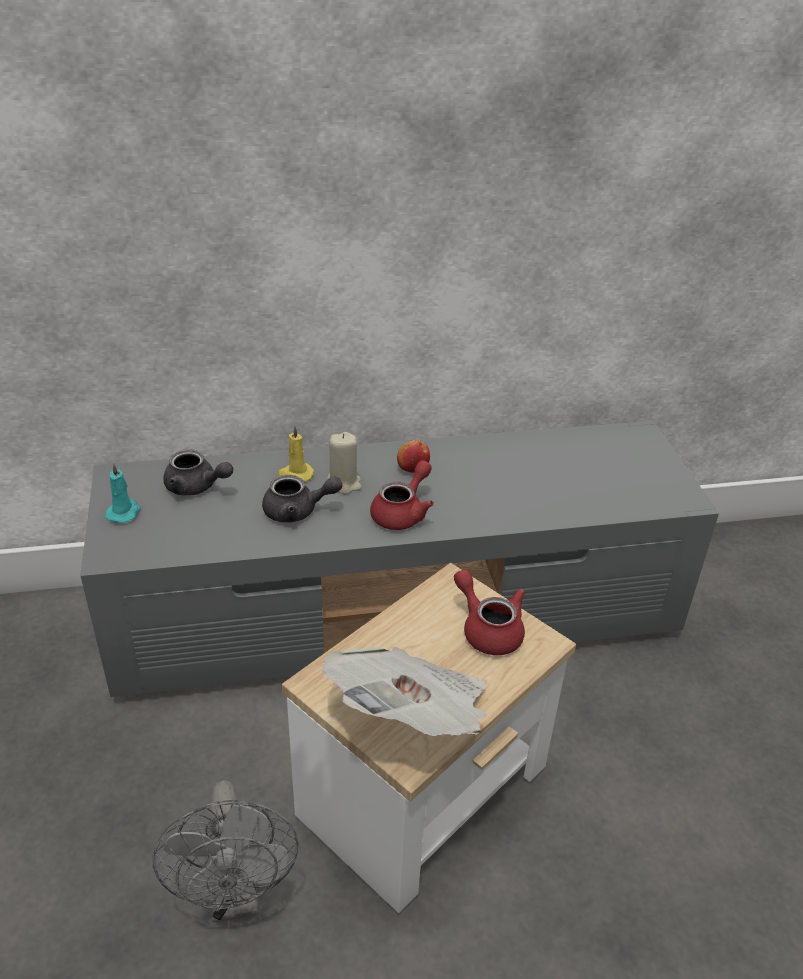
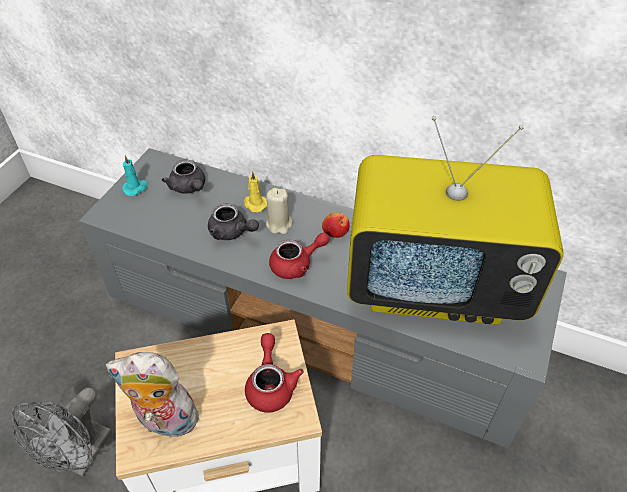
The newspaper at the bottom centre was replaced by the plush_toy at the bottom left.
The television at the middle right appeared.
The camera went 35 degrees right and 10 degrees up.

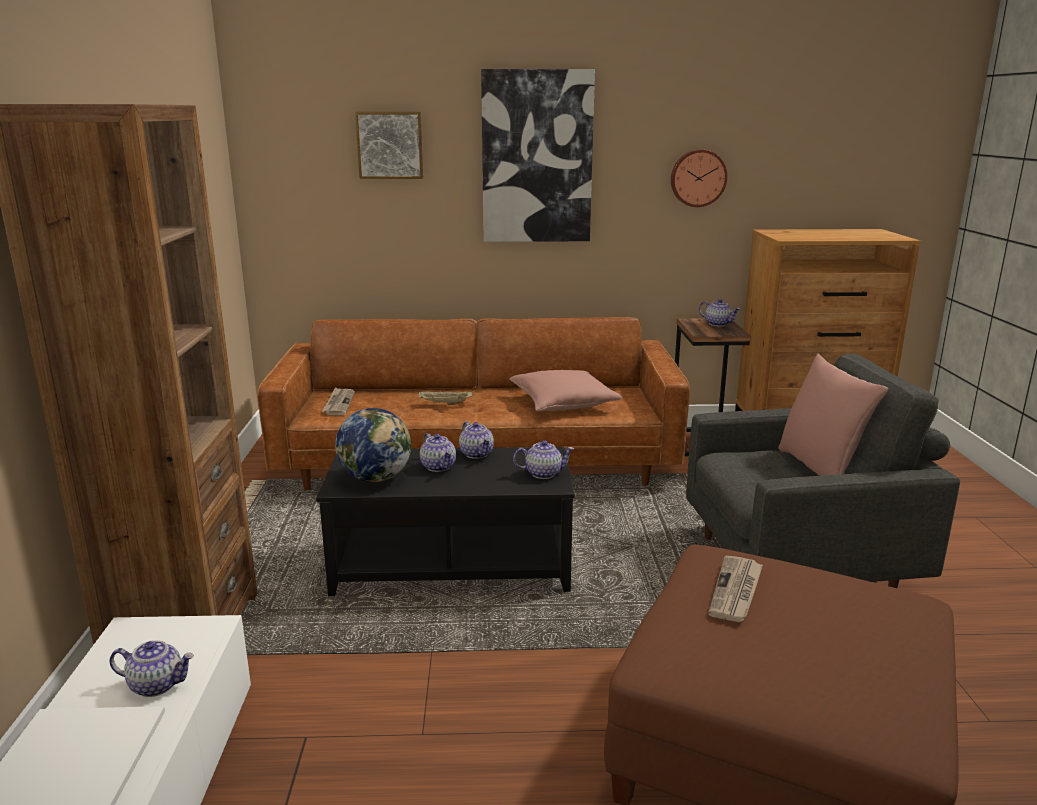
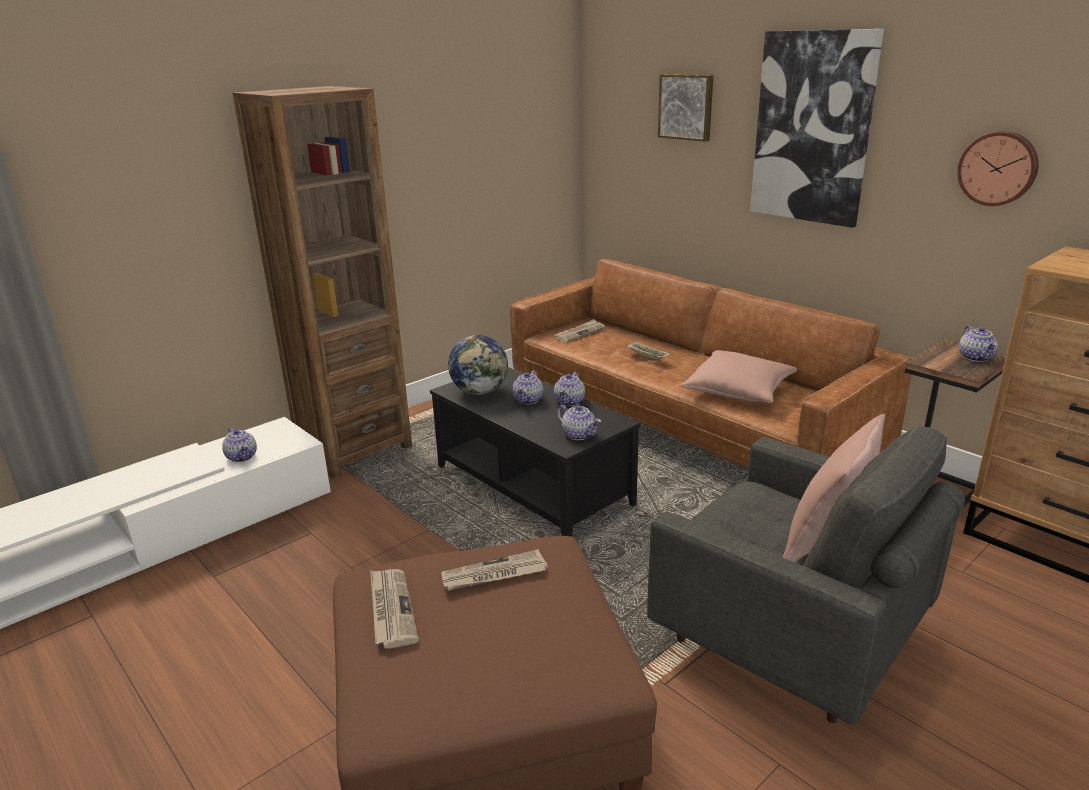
The newspaper (1st from left) at the bottom centre appeared.
The camera went 50 degrees right and 5 degrees up.

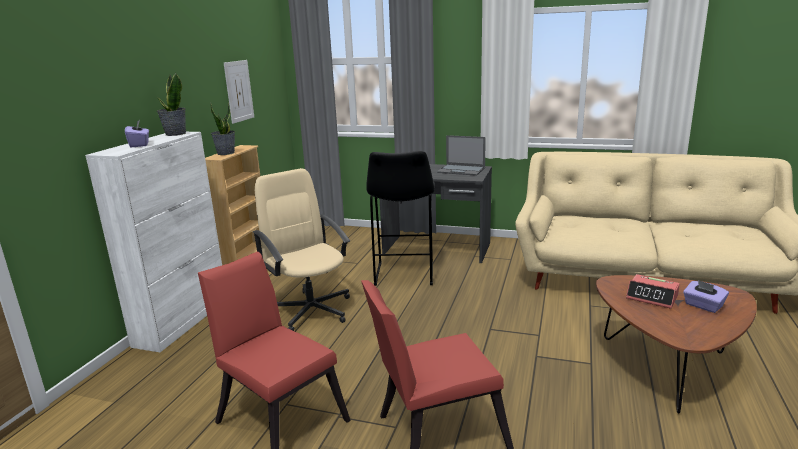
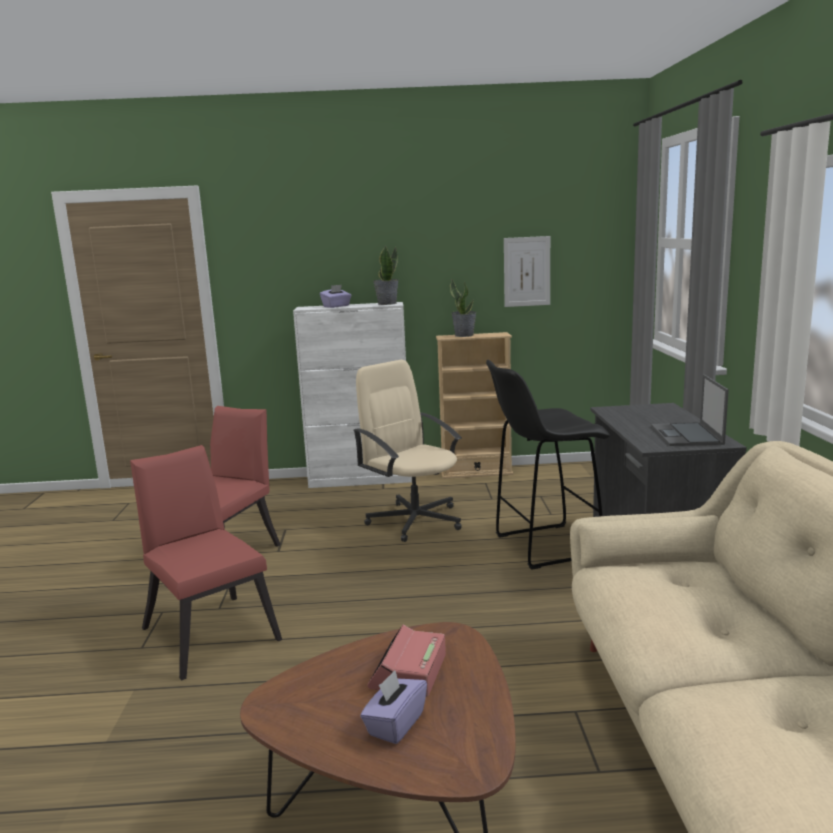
The beige_office_chair at the centre turned 75 degrees counterclockwise.
The camera went 70 degrees right and 5 degrees down.

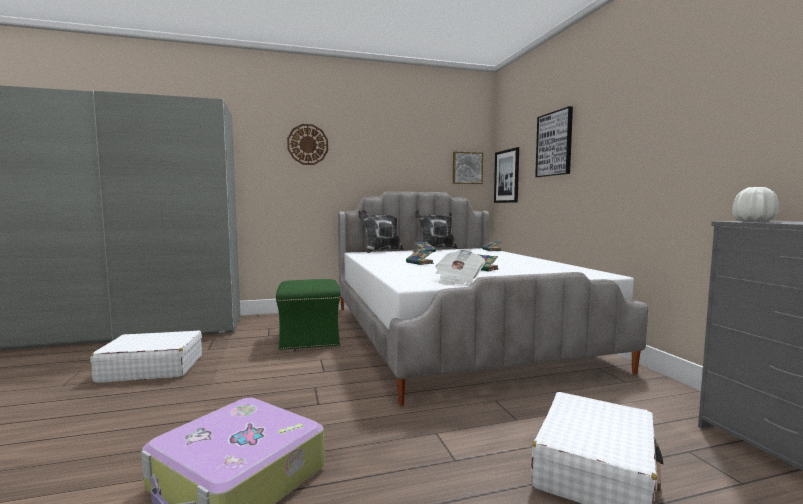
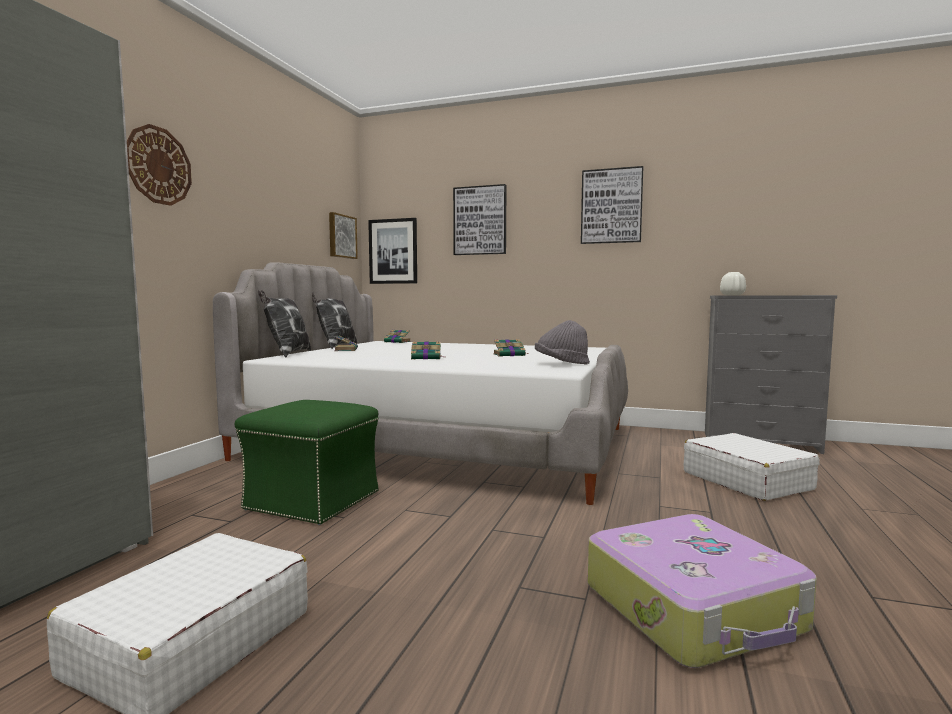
The newspaper at the centre was replaced by the grey_hat at the centre.
The picture (4th from left) at the top centre appeared.
The camera went 55 degrees left and 0 degrees up.

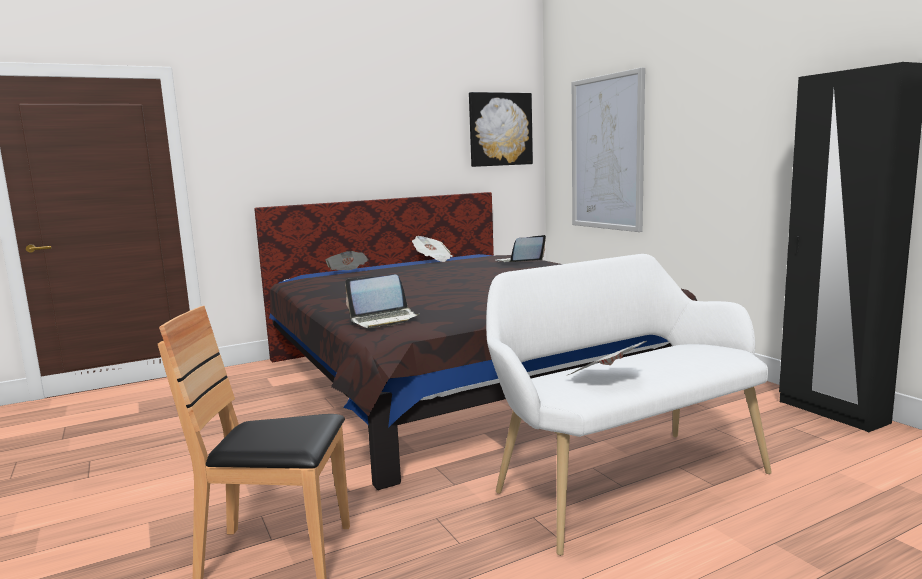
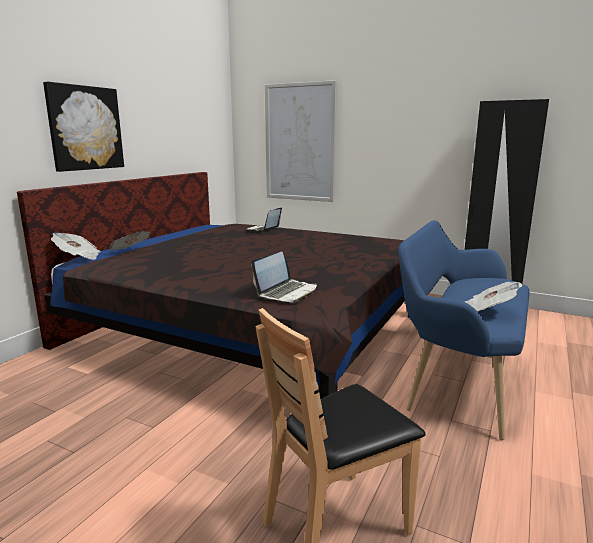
The newspaper (2nd from left in the first image) moved from the centre to the middle left.
The picture (1st from left) moved from the top centre to the top left.
The white_bench at the bottom right became the blue_bench at the middle right.
The camera went 35 degrees left and 5 degrees up.

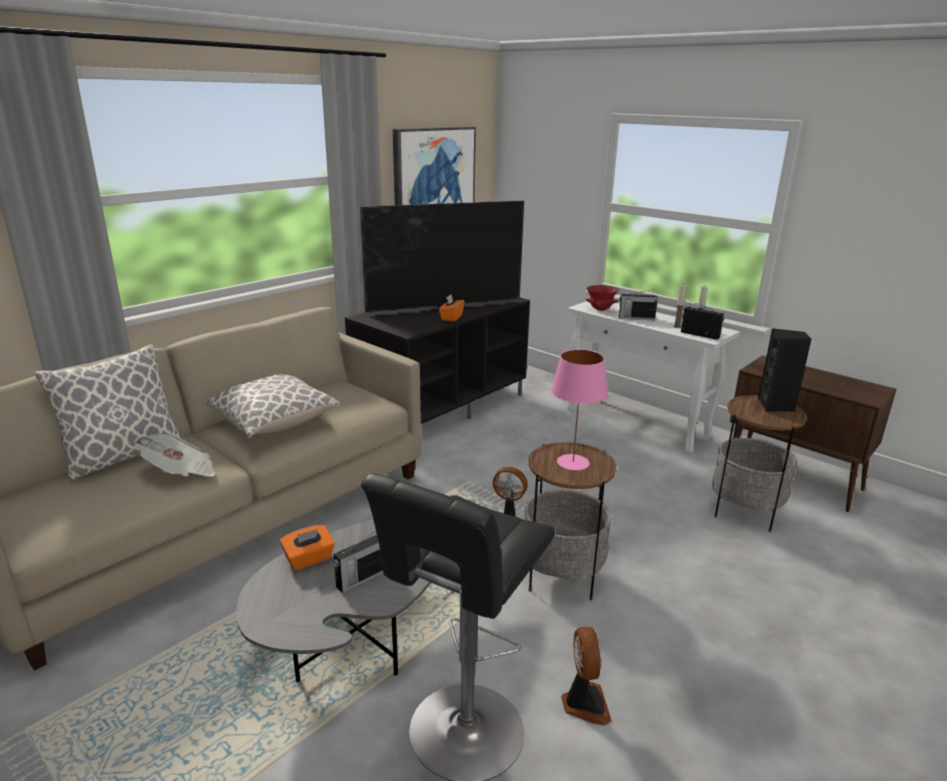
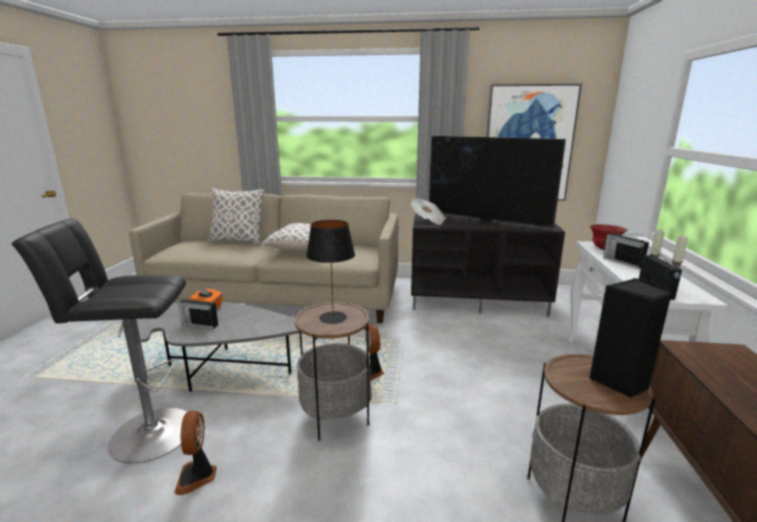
The newspaper moved from the middle left to the centre.
The orange_tissue_box (2nd from left) at the centre disappeared.
The pink_table_lamp at the centre became the black_table_lamp at the centre.
The fan (2nd from left in the first image) at the bottom centre turned 120 degrees clockwise.
The camera went 55 degrees right and 5 degrees down.

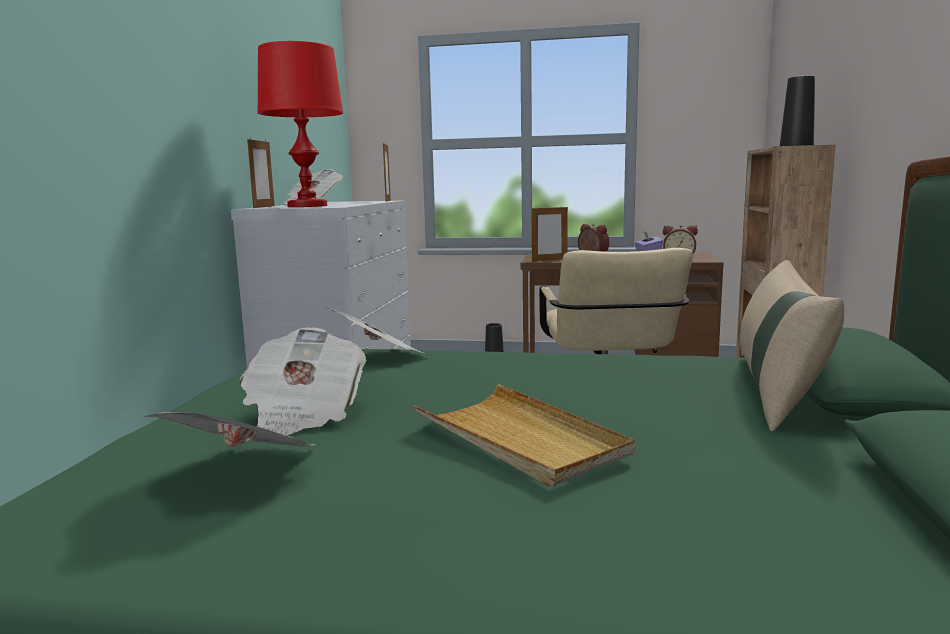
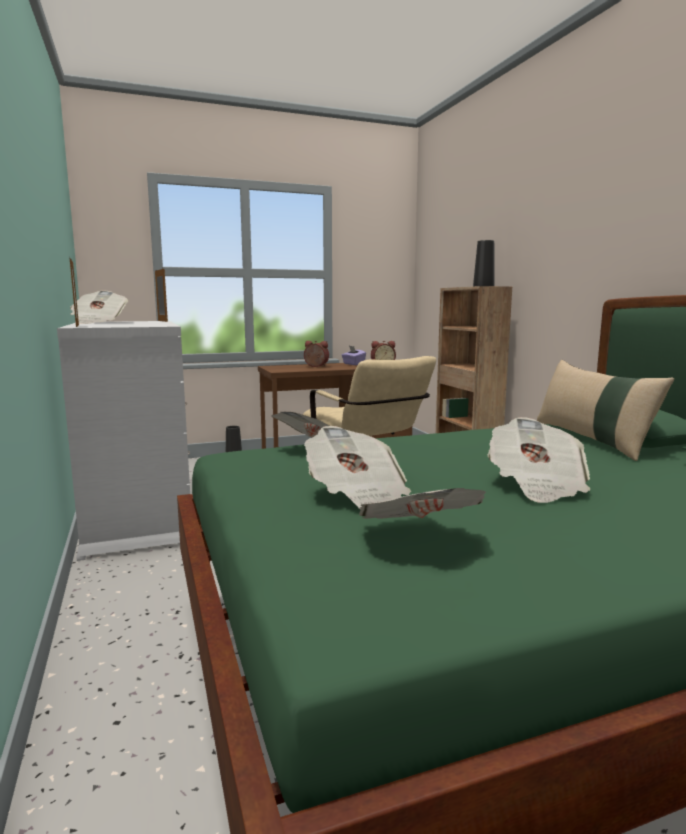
The red_table_lamp at the top left disappeared.
The beige_tray at the bottom centre was replaced by the newspaper (5th from left) at the middle right.
The picture_frame (3rd from left) at the centre disappeared.
The camera went 30 degrees left and 0 degrees up.

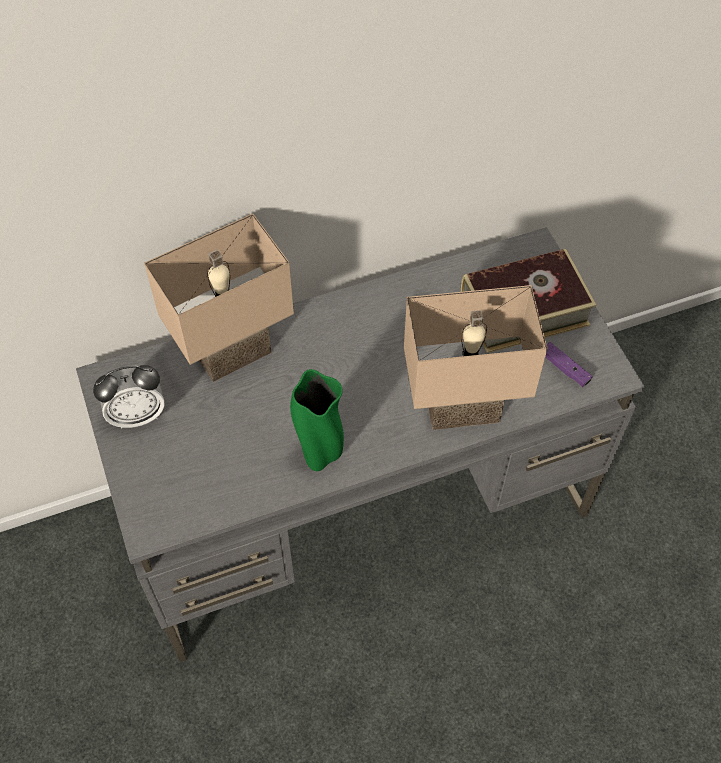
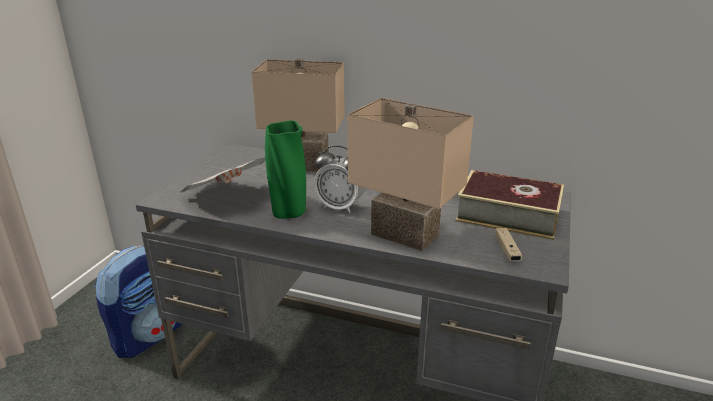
The alarm_clock moved from the middle left to the centre.
The purple_game_controller at the middle right became the beige_game_controller at the middle right.
The backpack at the bottom left appeared.
The newspaper at the middle left appeared.
The camera went 40 degrees right and 30 degrees down.

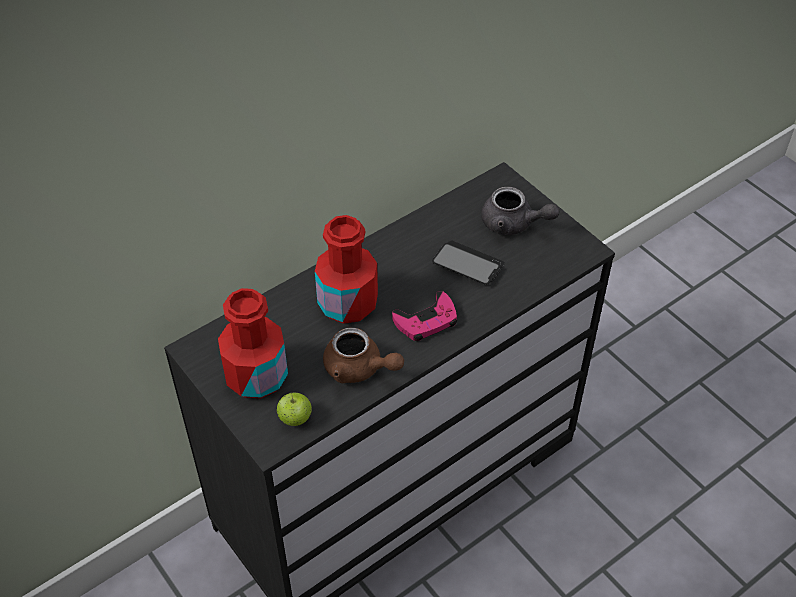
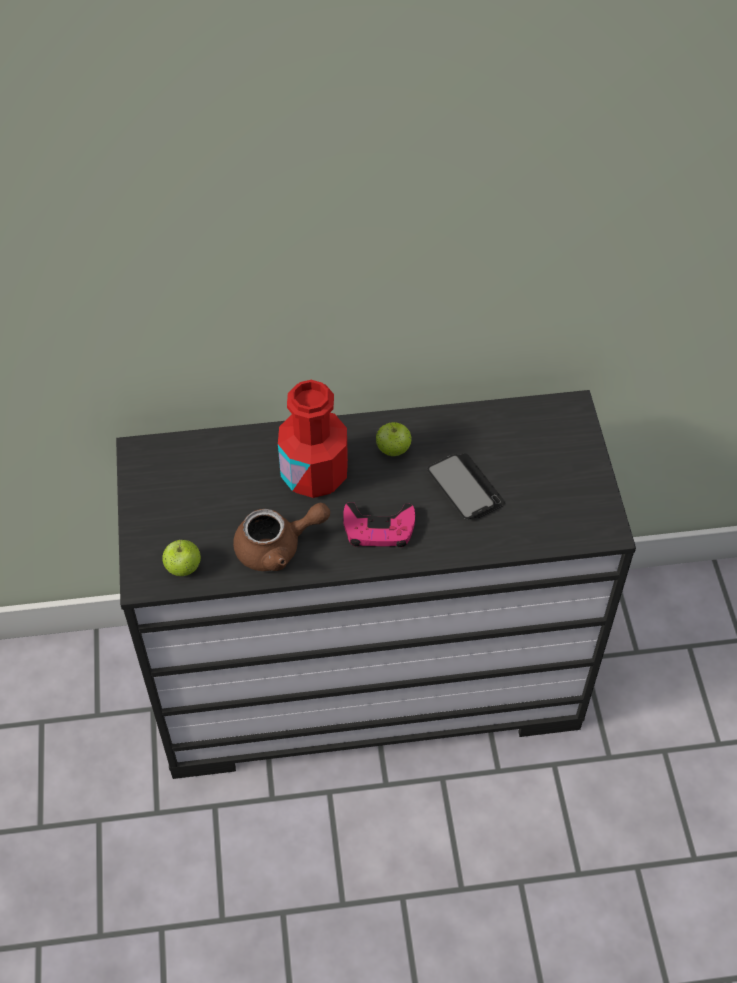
The red_bottle (1st from left) at the middle left disappeared.
The brown_teapot at the centre turned 75 degrees counterclockwise.
The grey_teapot at the centre disappeared.
The apple (2nd from left) at the centre appeared.
The camera went 30 degrees right and 5 degrees up.

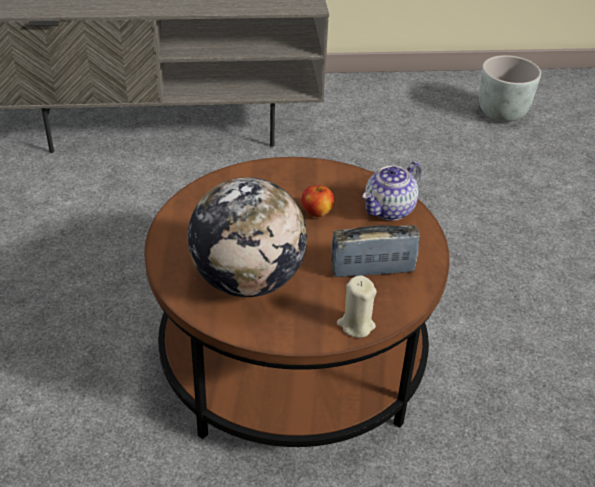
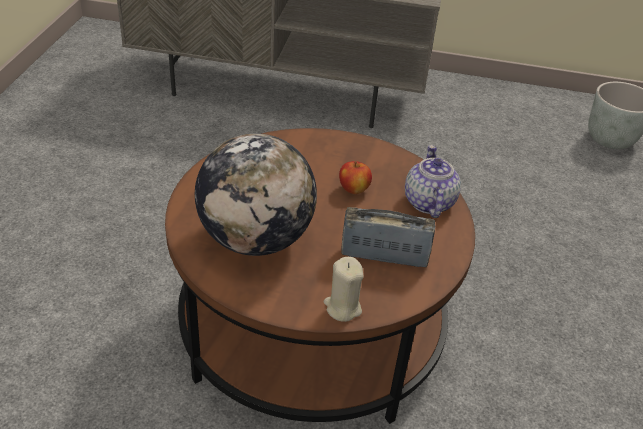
The teapot at the centre turned 120 degrees clockwise.
The camera went 15 degrees right and 0 degrees up.

